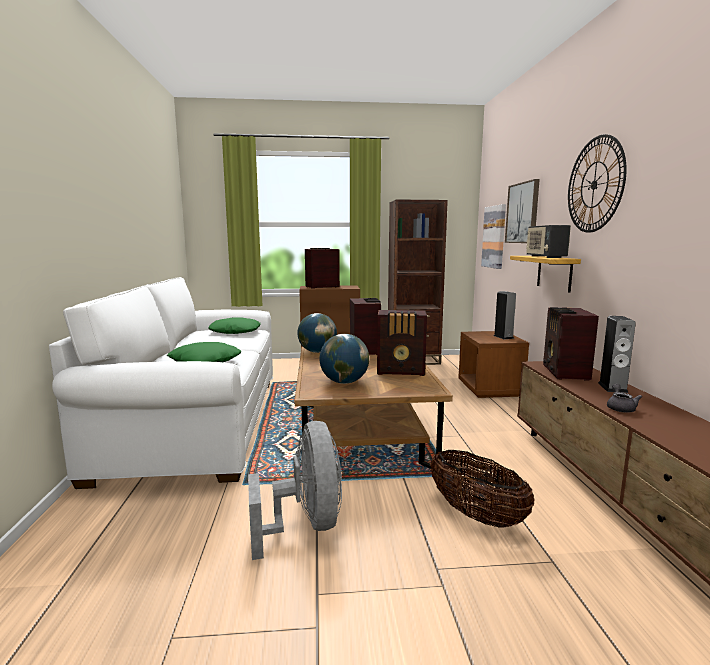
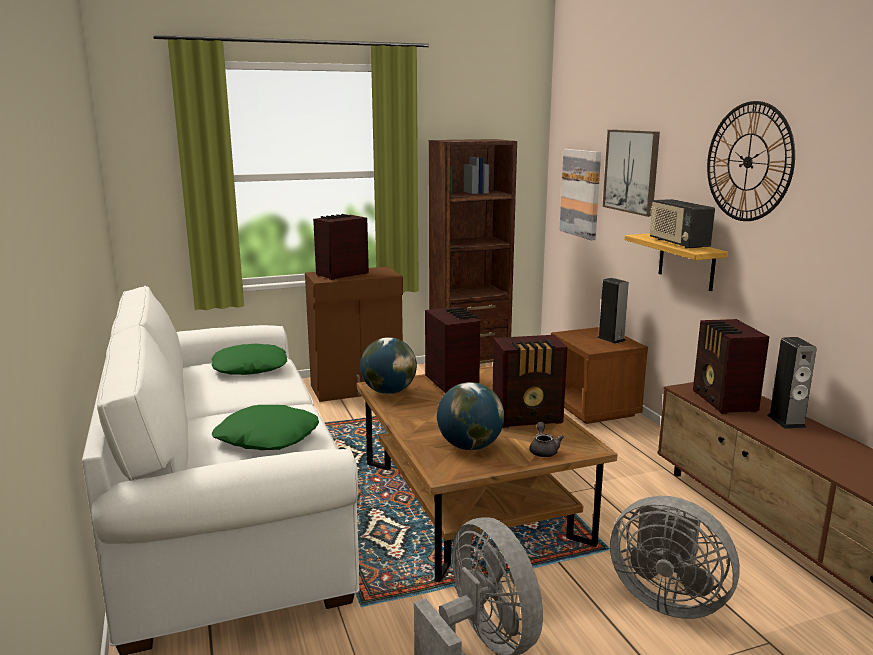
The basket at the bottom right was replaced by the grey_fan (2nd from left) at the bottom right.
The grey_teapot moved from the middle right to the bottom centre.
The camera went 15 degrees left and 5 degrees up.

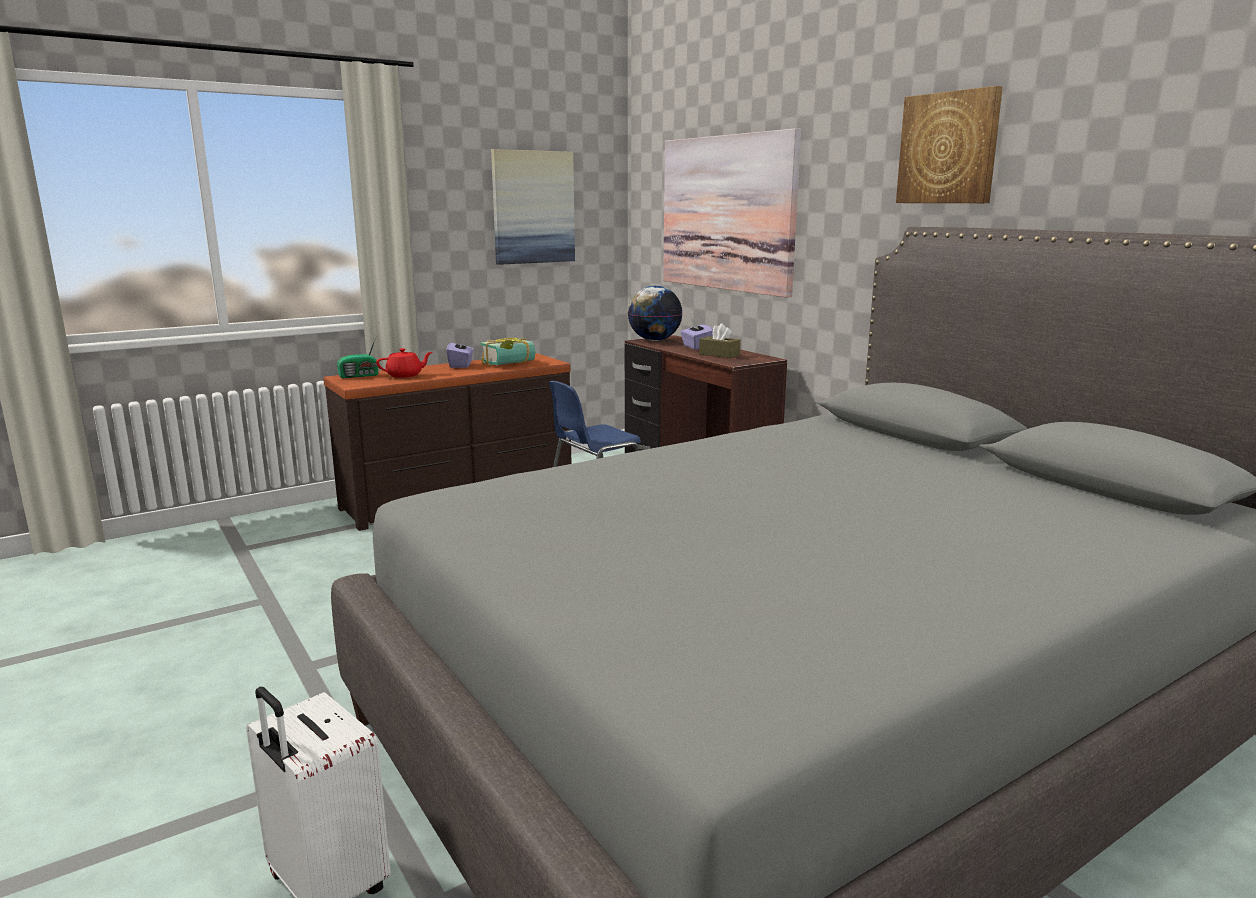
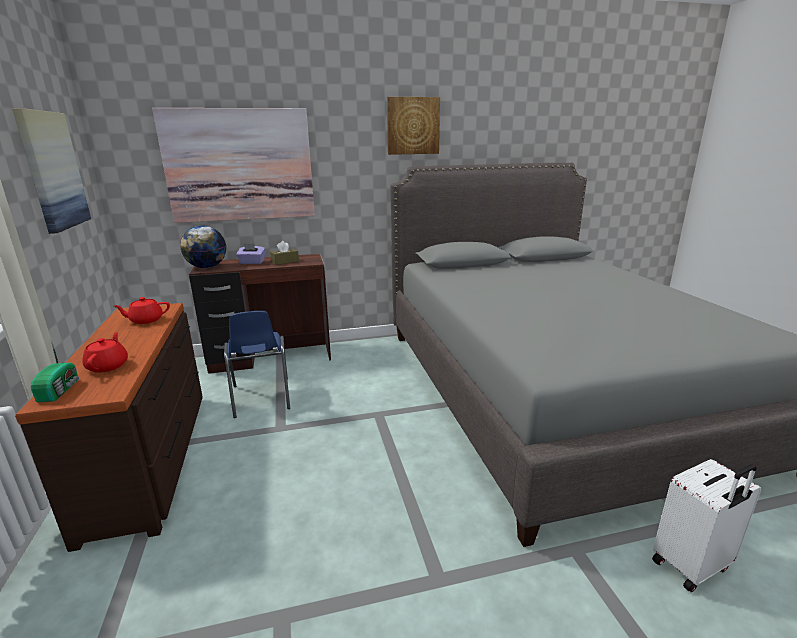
The purple_tissue_box (1st from left) at the centre disappeared.
The book at the centre was replaced by the red_teapot (2nd from left) at the middle left.
The camera went 70 degrees left and 5 degrees up.

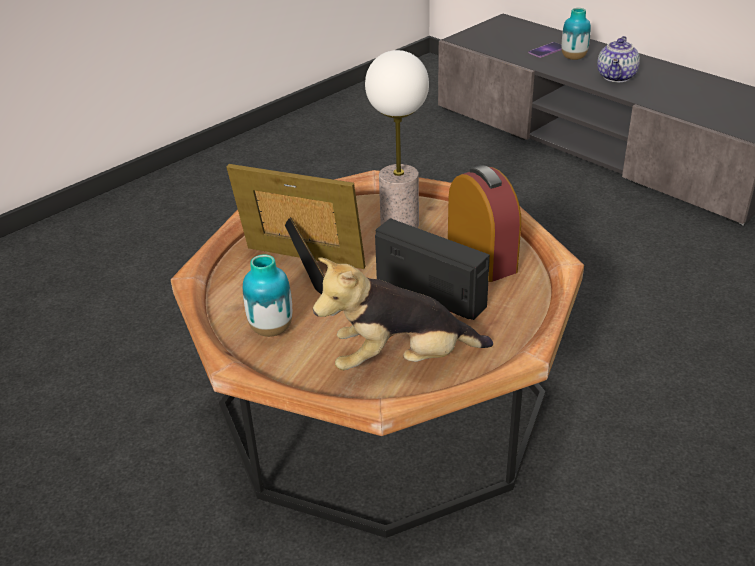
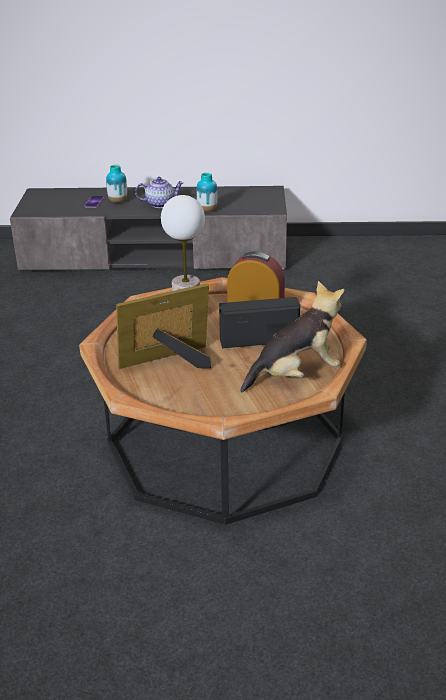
The vase (1st from left in the first image) moved from the centre to the top centre.
The plush_toy at the centre turned 150 degrees counterclockwise.
The teapot at the top right turned 75 degrees counterclockwise.
The camera went 45 degrees left and 5 degrees down.

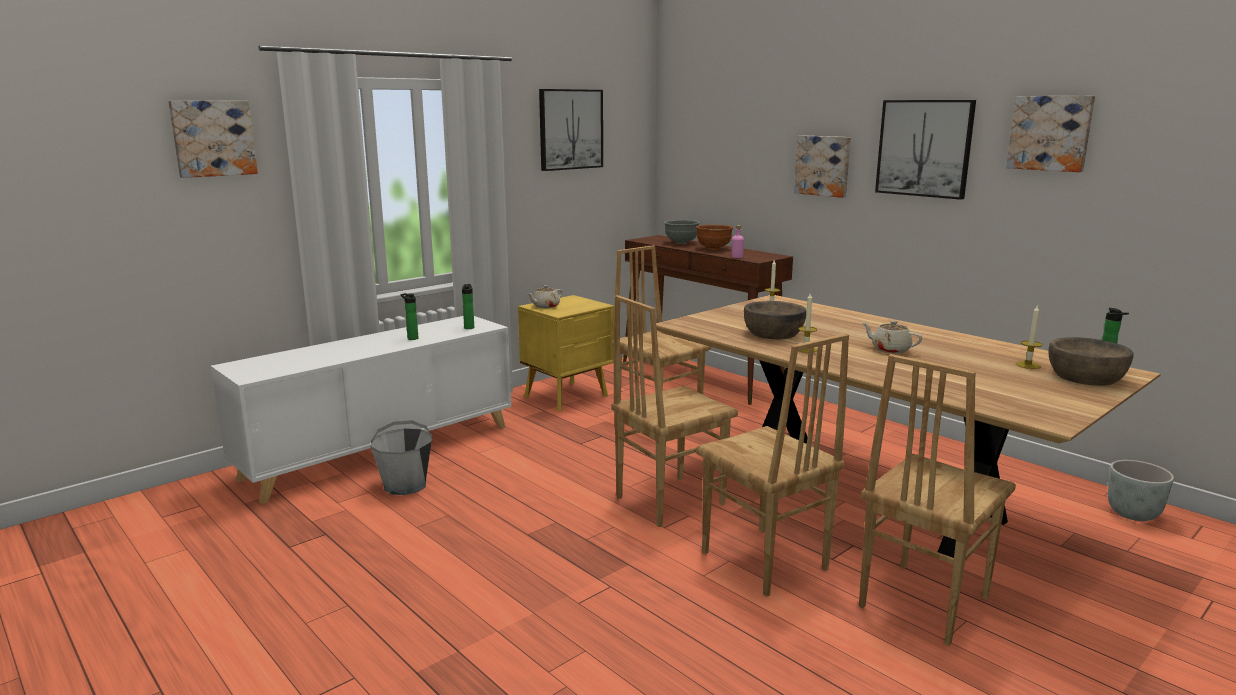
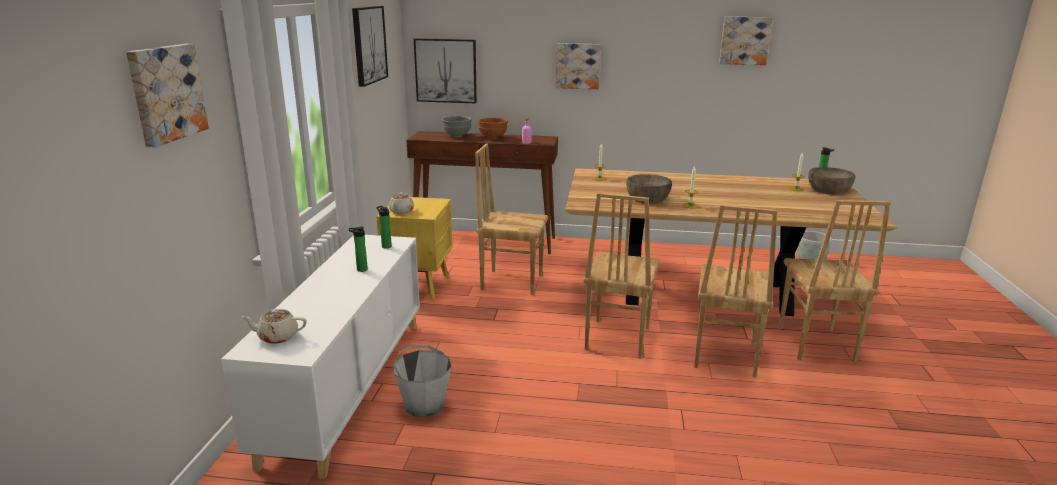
The brown_chair (3rd from left) at the bottom centre turned 90 degrees clockwise.
The beige_teapot (2nd from left in the first image) moved from the middle right to the bottom left.
The picture (4th from left in the first image) moved from the top right to the top centre.
The camera went 40 degrees left and 5 degrees up.

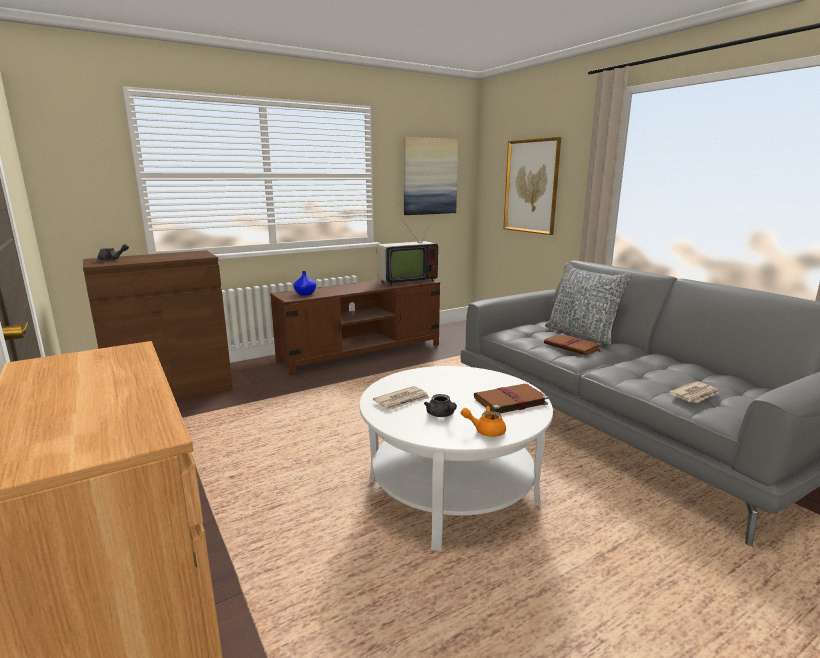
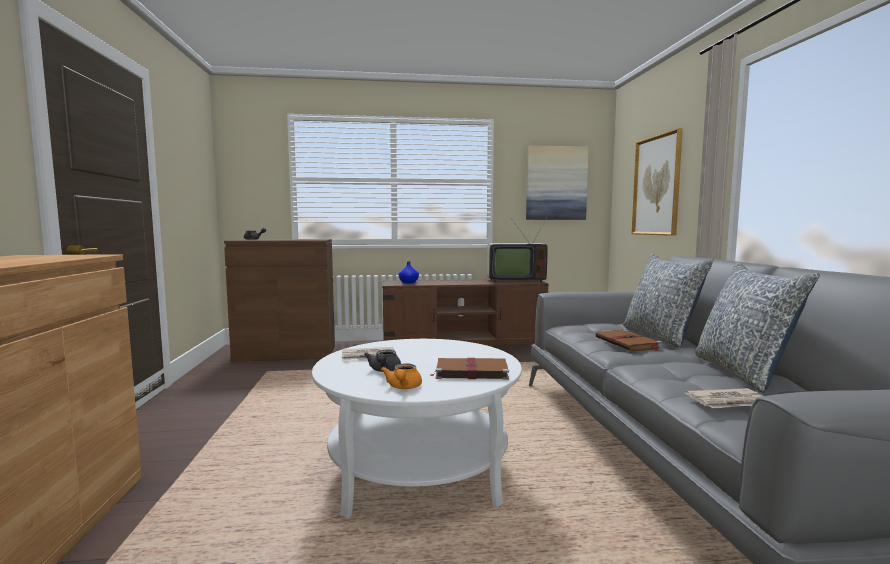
The orange_teapot at the centre turned 120 degrees counterclockwise.
The pillow (2nd from left) at the middle right appeared.
The camera went 25 degrees right and 10 degrees down.

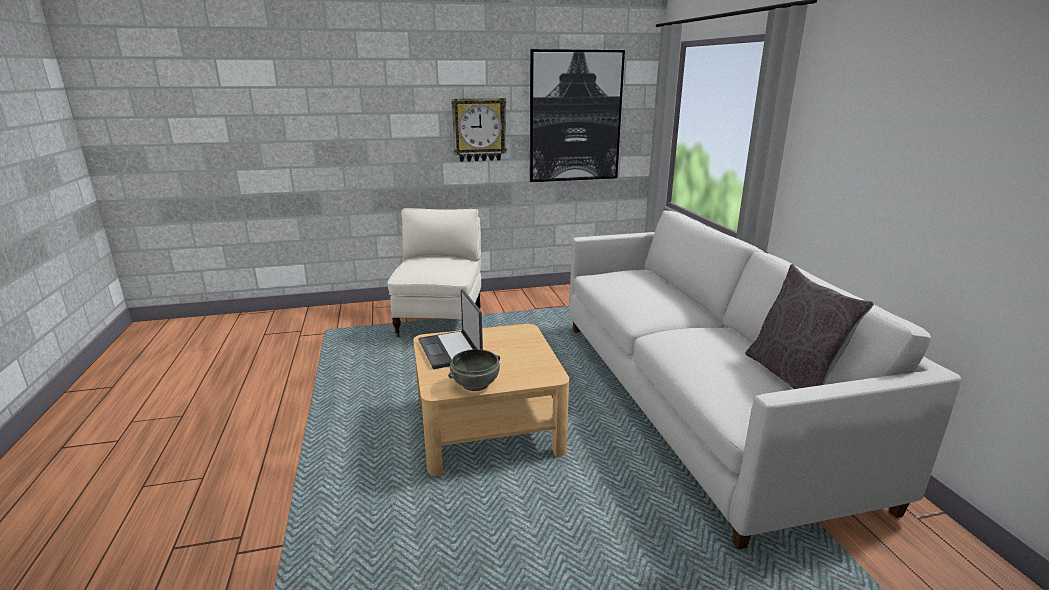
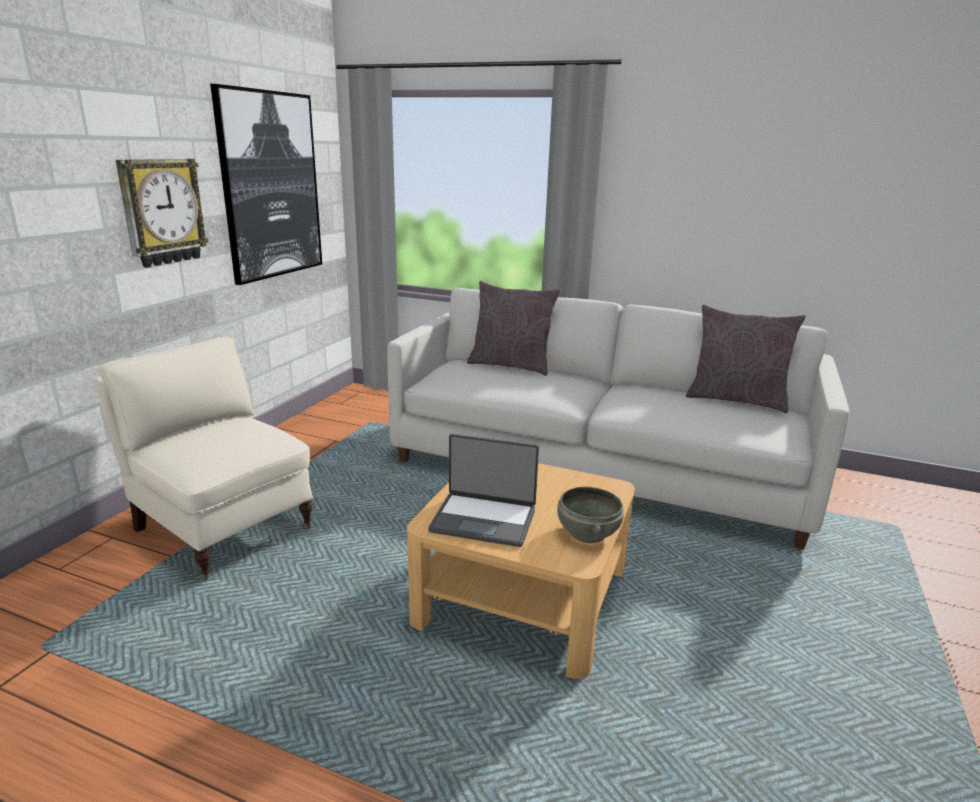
The grey_pillow (1st from left) at the centre appeared.
The camera went 55 degrees left and 0 degrees up.

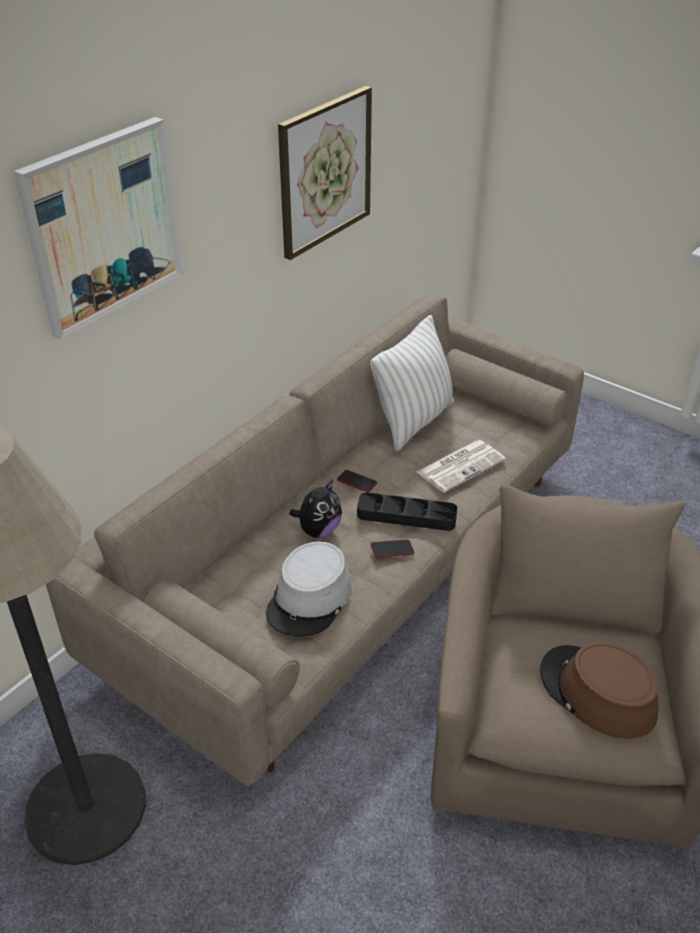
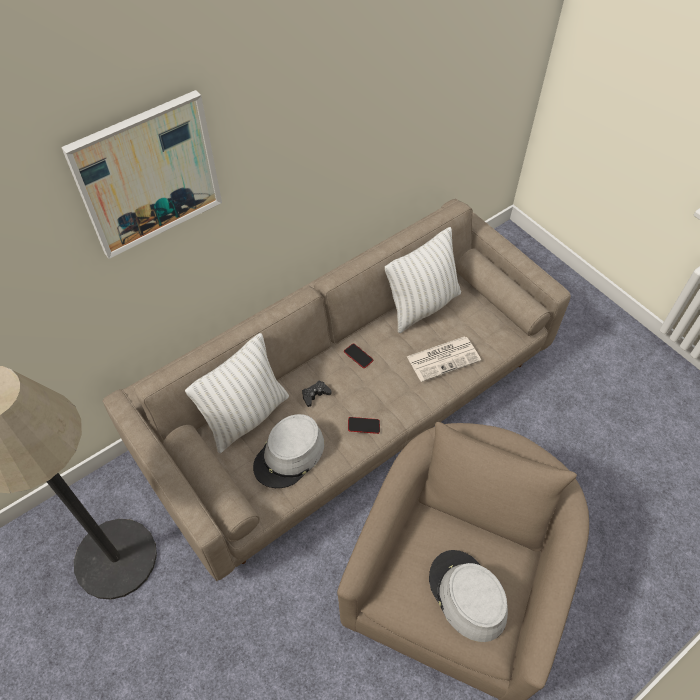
The picture (2nd from left) at the top centre disappeared.
The plush_toy at the centre was replaced by the black_game_controller at the centre.
The black_tray at the centre disappeared.
The brown_hat at the bottom right became the grey_hat (2nd from left) at the bottom right.
The white_pillow (1st from left) at the centre appeared.
The camera went 15 degrees right and 15 degrees up.

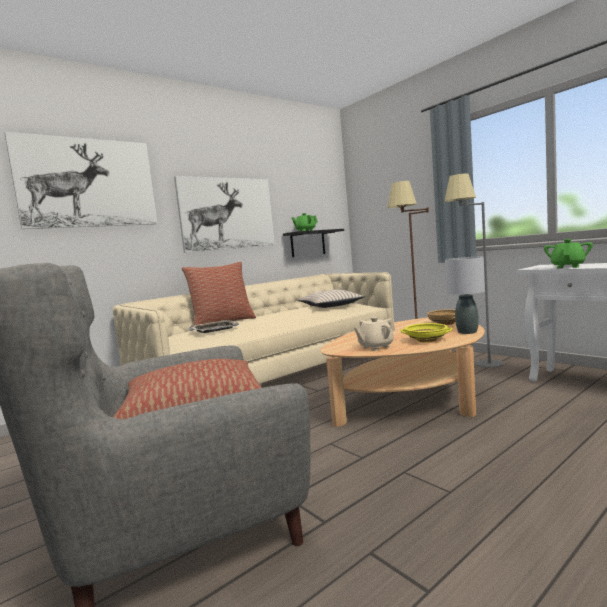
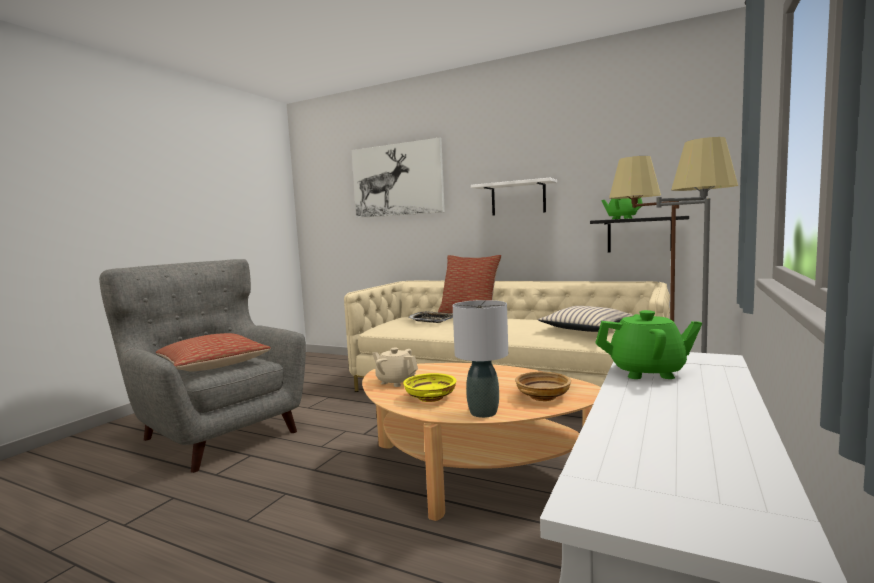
The picture (2nd from left) at the centre was replaced by the white_shelf at the centre.
The camera went 65 degrees right and 0 degrees up.

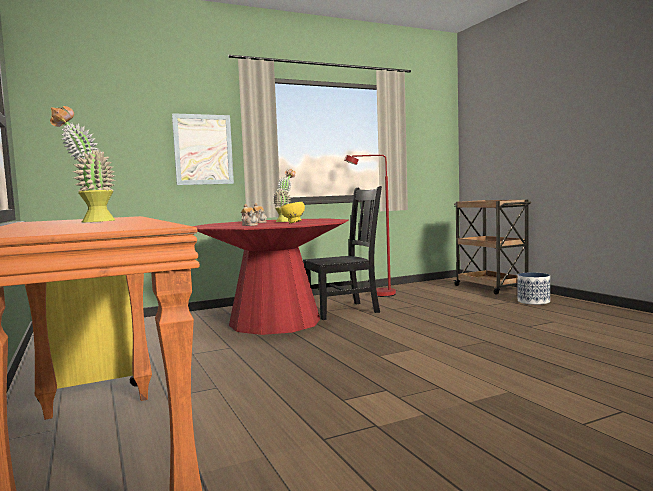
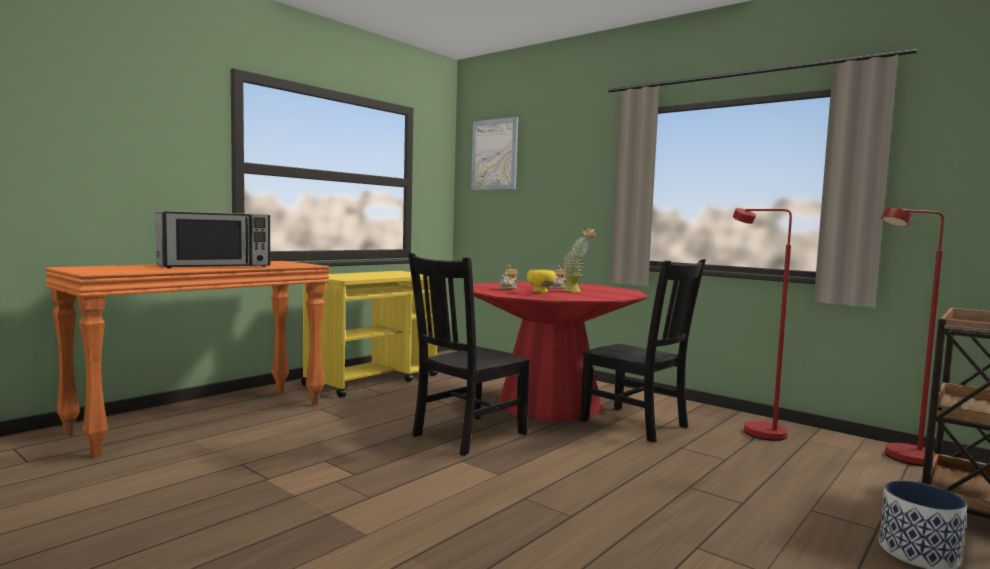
The potted_plant (1st from left) at the middle left was replaced by the microwave at the middle left.
The picture moved from the top left to the top centre.
The black_chair (1st from left) at the centre appeared.
The red_floor_lamp (2nd from left) at the middle right appeared.
The camera went 65 degrees right and 0 degrees up.

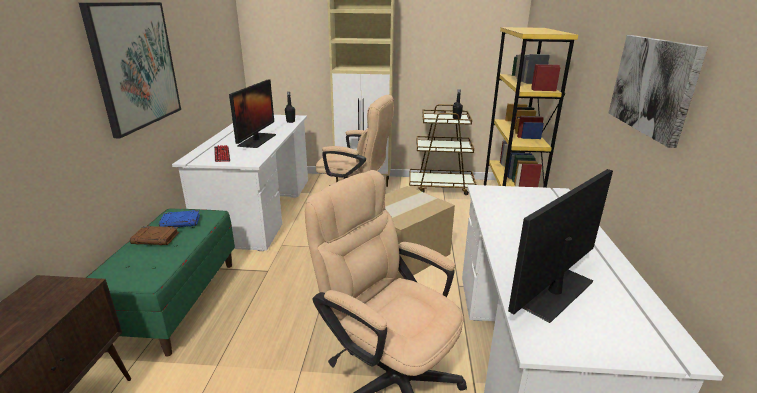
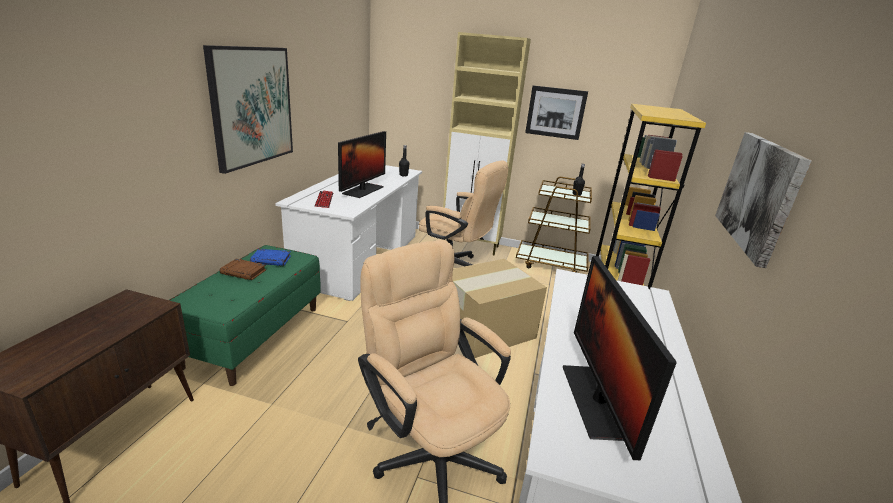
The monitor (2nd from left) at the middle right turned 60 degrees counterclockwise.
The picture (2nd from left) at the top centre appeared.
The camera went 10 degrees right and 0 degrees up.

